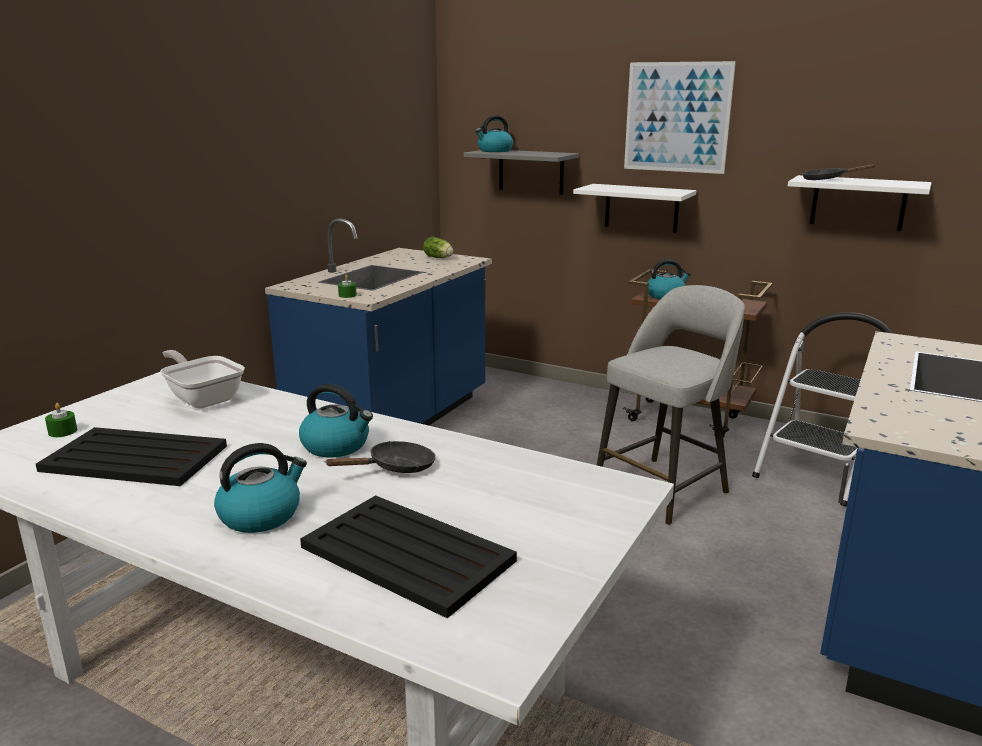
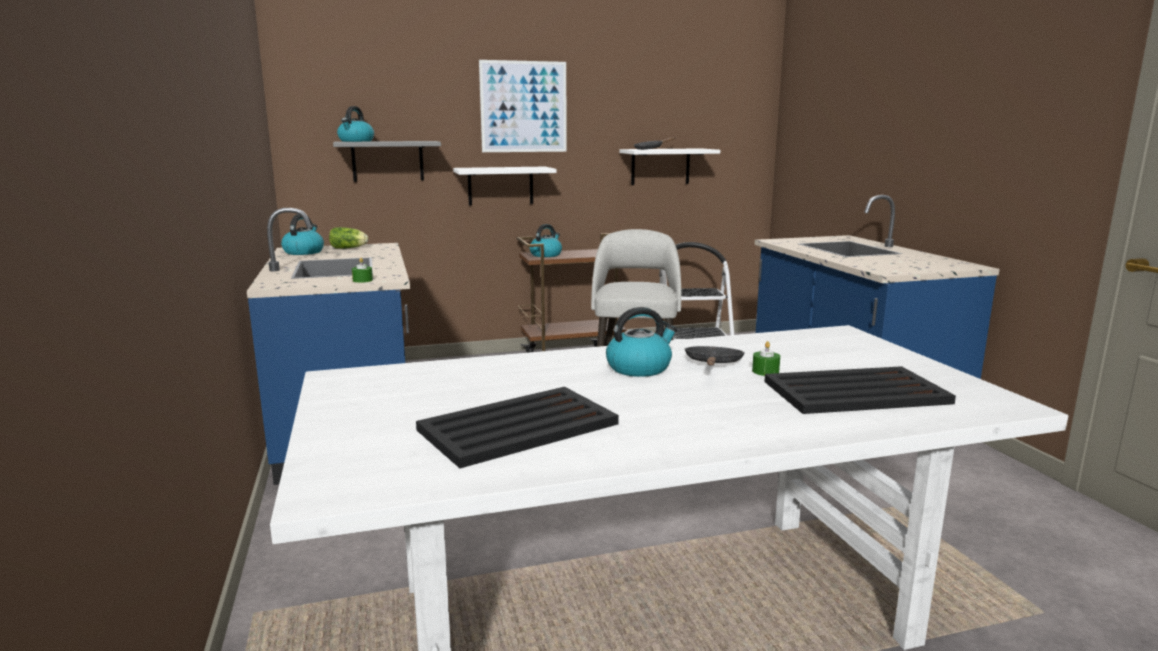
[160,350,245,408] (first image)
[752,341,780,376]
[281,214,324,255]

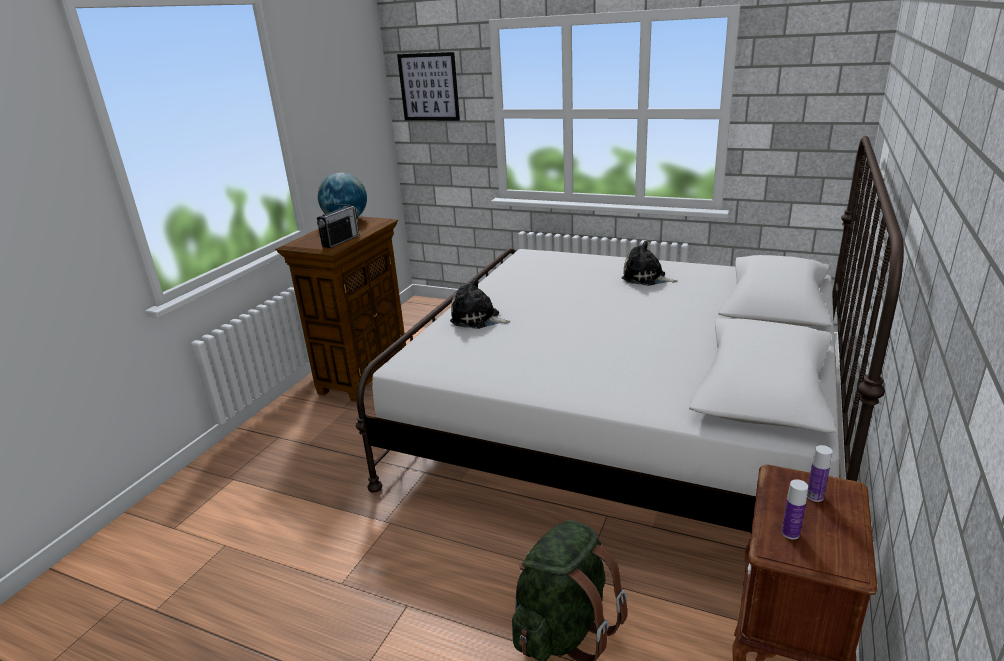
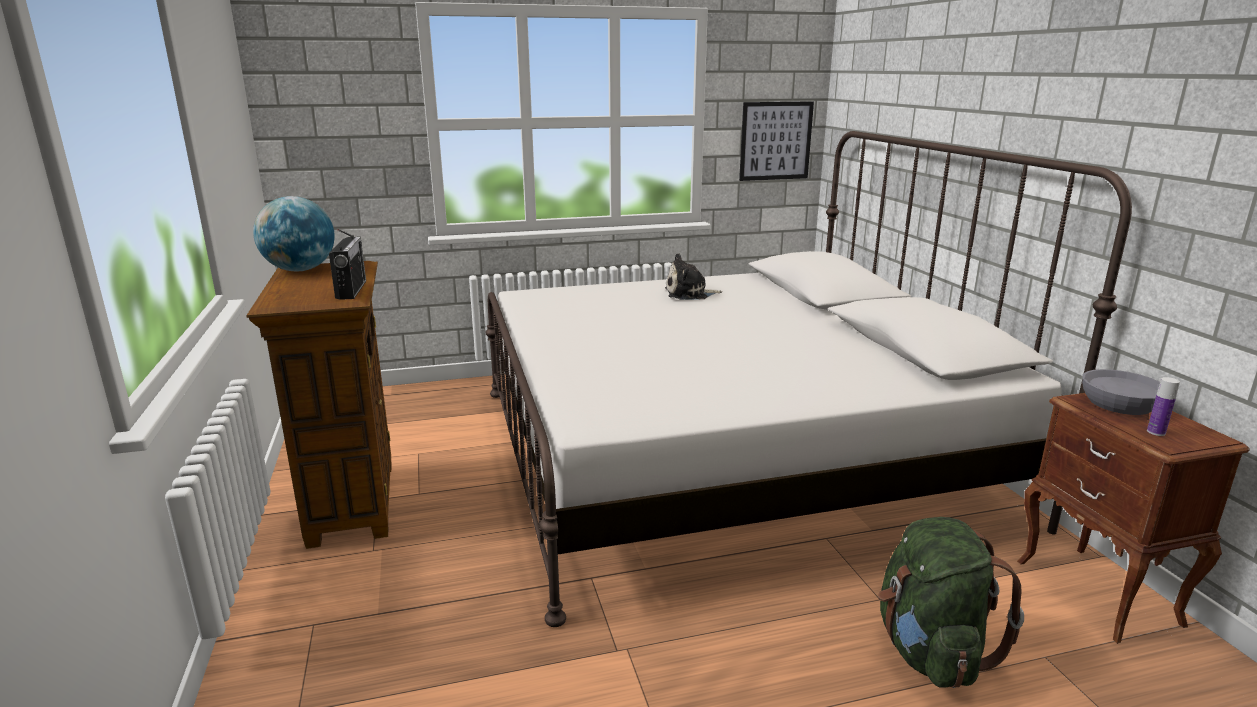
[450,277,511,329] (first image)
[739,101,814,181]
[1082,369,1160,415]

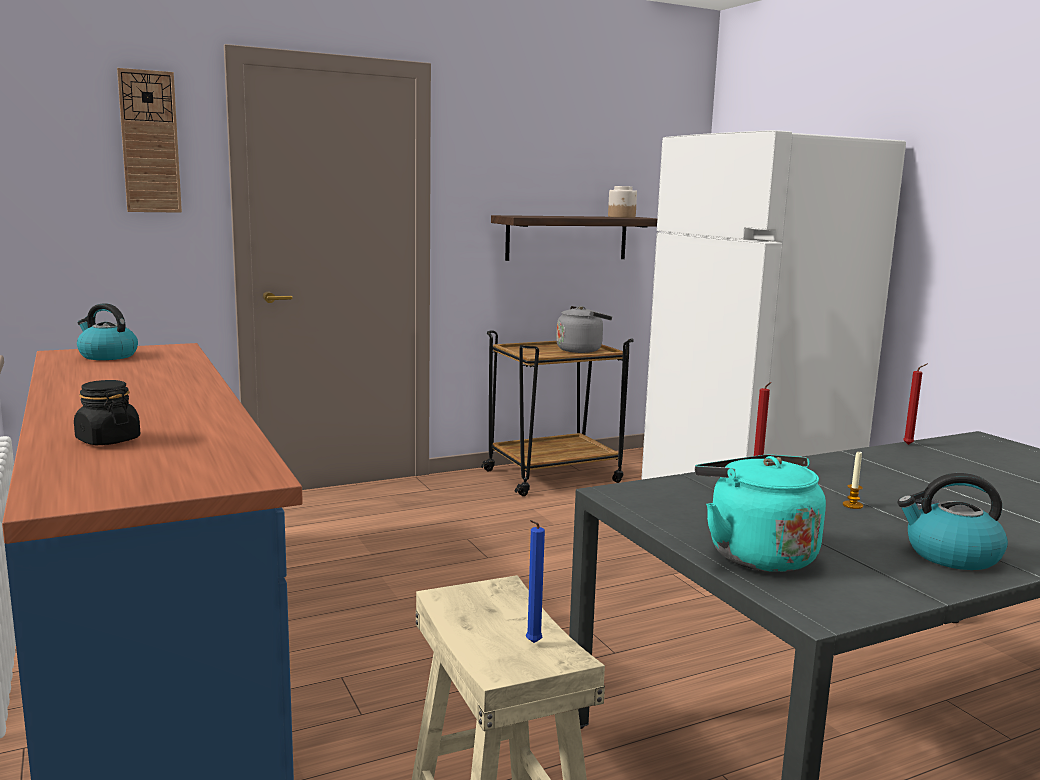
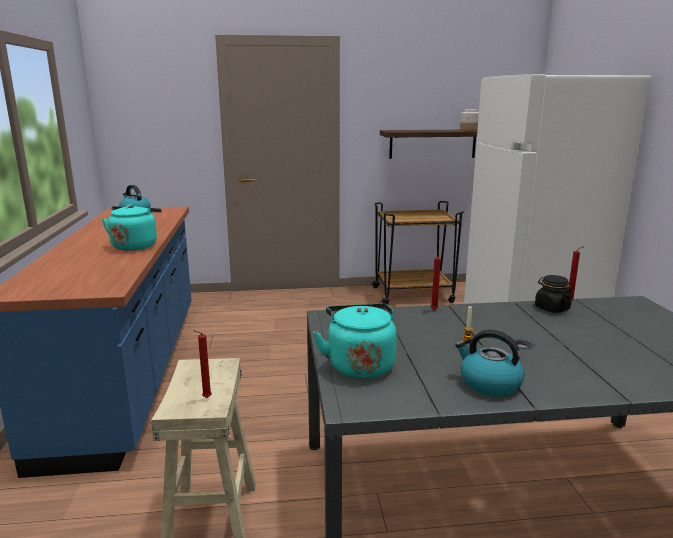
[117,68,182,213] (first image)
[556,306,612,353] (first image)
[102,204,161,251]
[535,275,572,313]
[194,330,212,398]

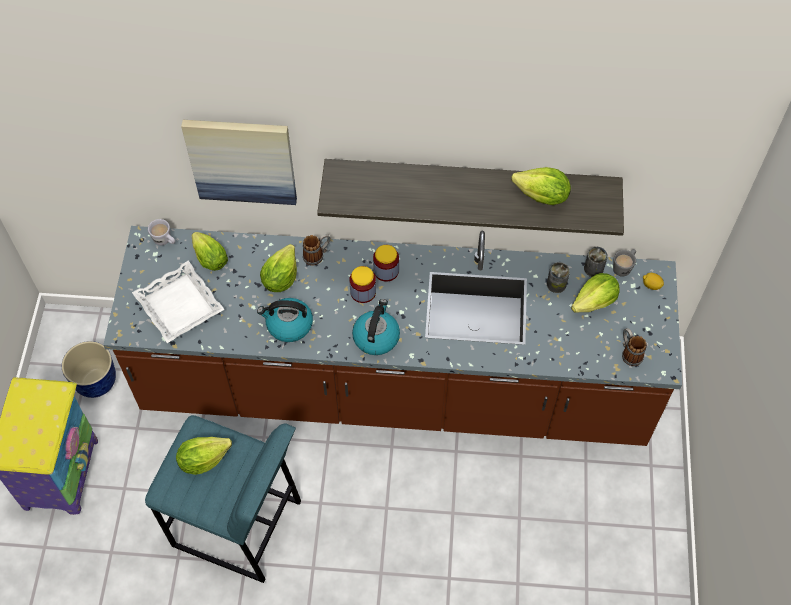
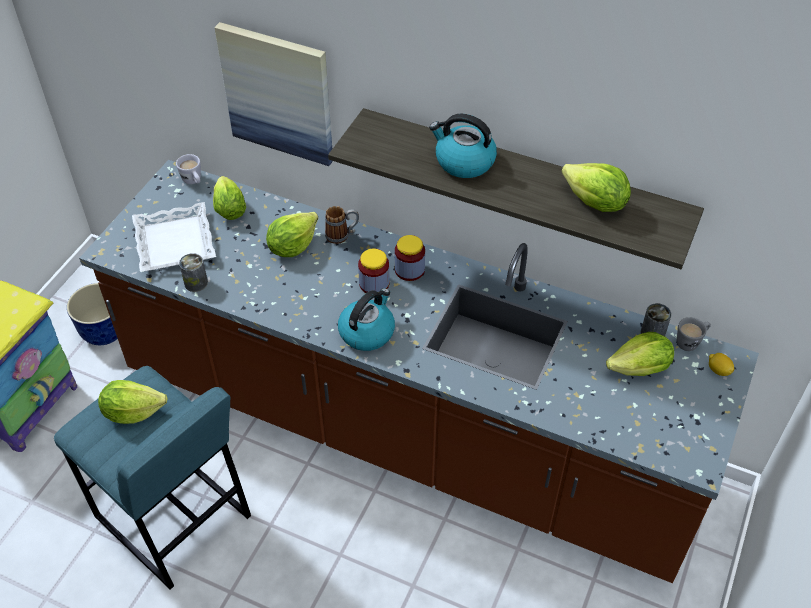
[622,328,647,366] (first image)
[429,113,497,178]
[179,253,208,292]

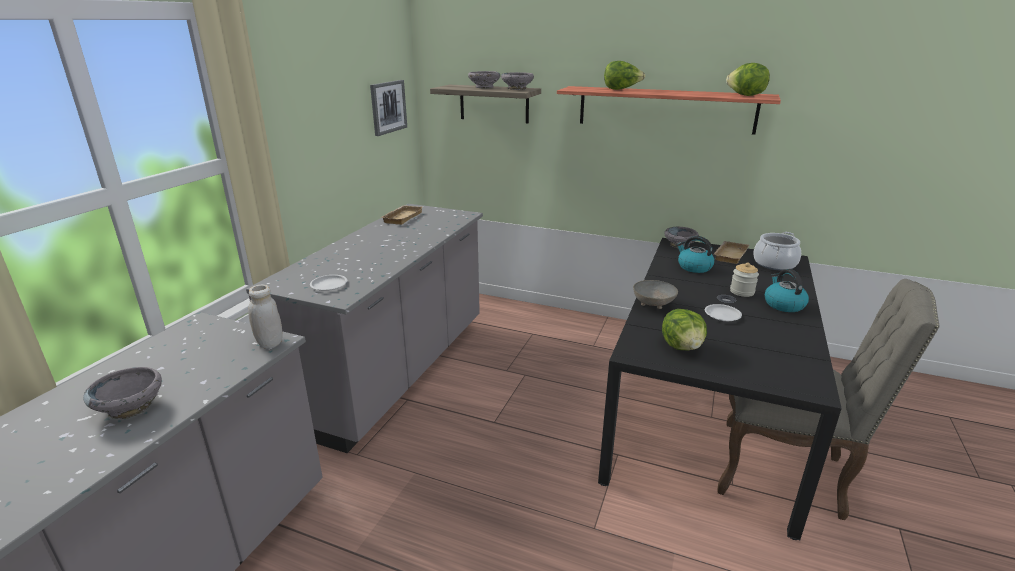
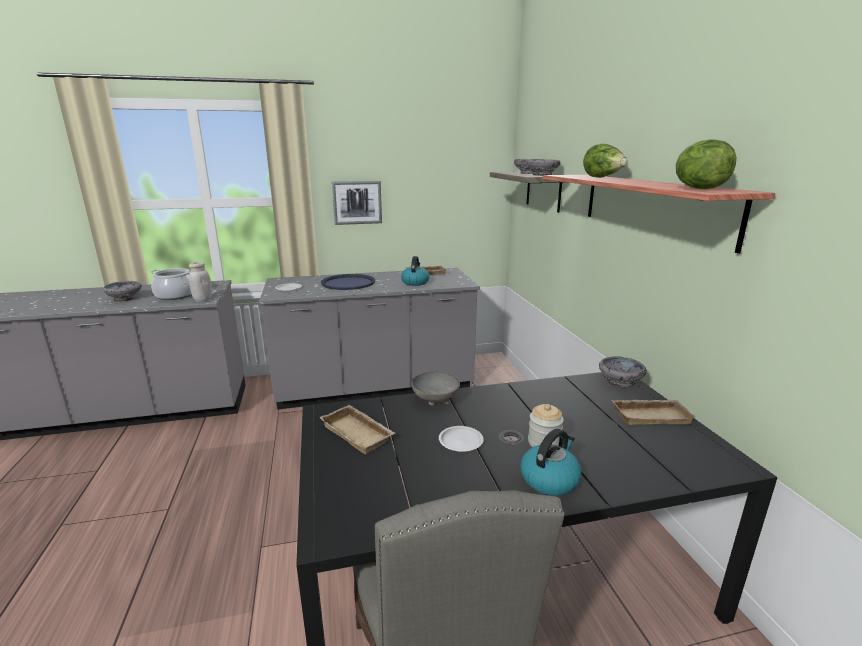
[321,274,375,290]
[332,181,382,225]
[401,256,429,286]
[150,268,192,300]
[319,405,395,455]

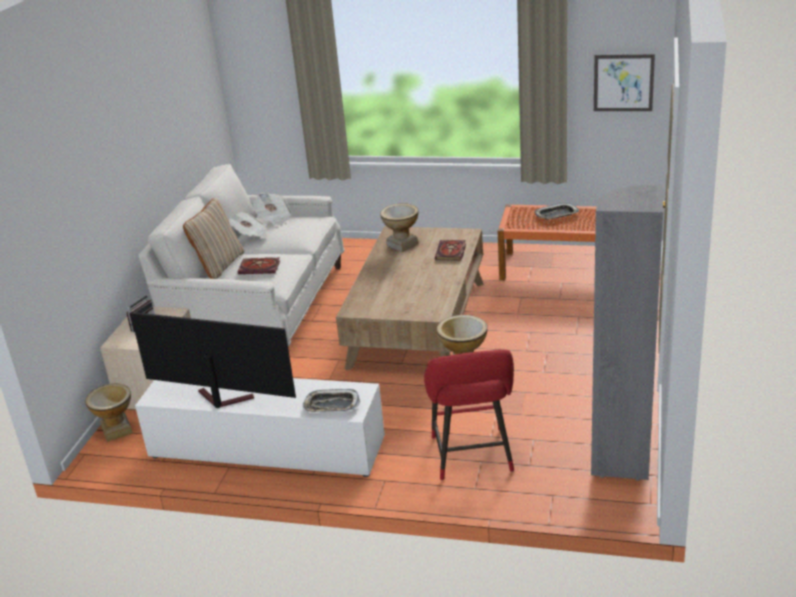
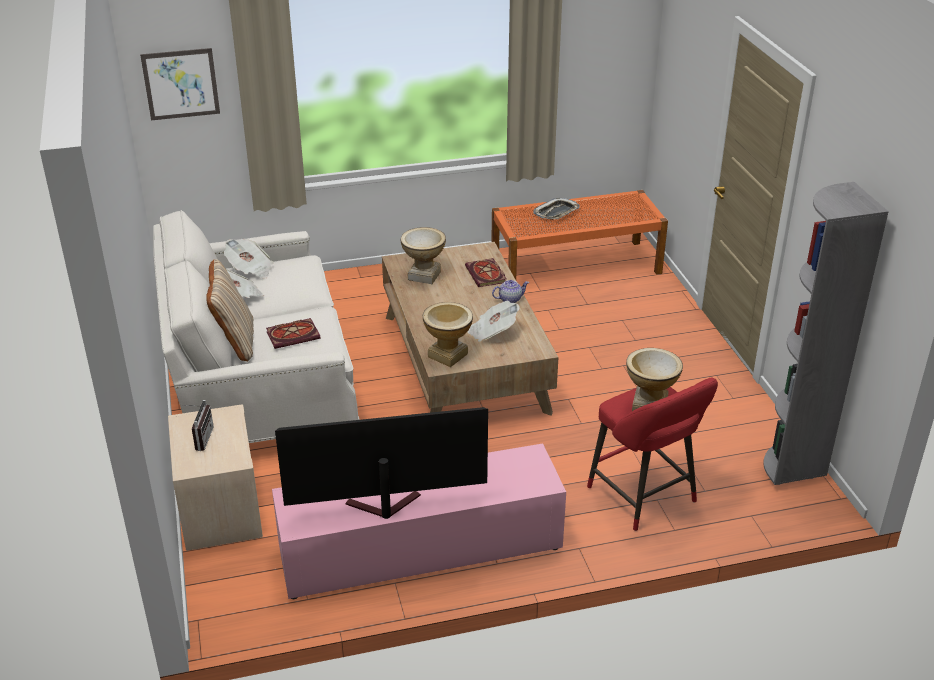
[303,389,360,412] (first image)
[467,301,520,342]
[492,280,529,303]
[423,302,473,367]
[140,48,220,120]
[272,443,566,599]

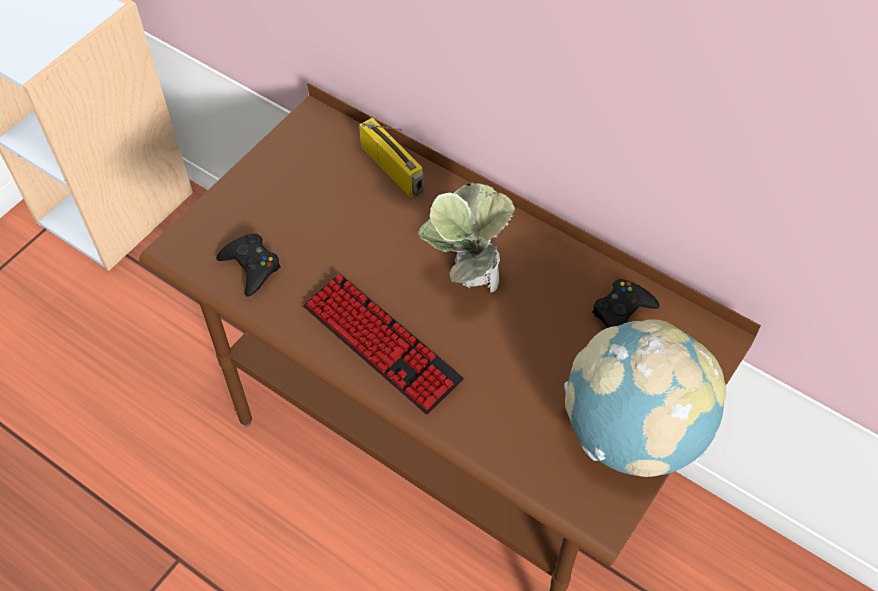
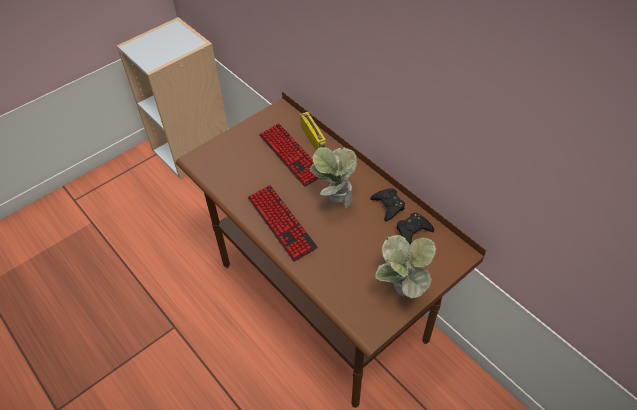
[259,123,318,187]
[370,189,405,221]
[375,235,436,298]

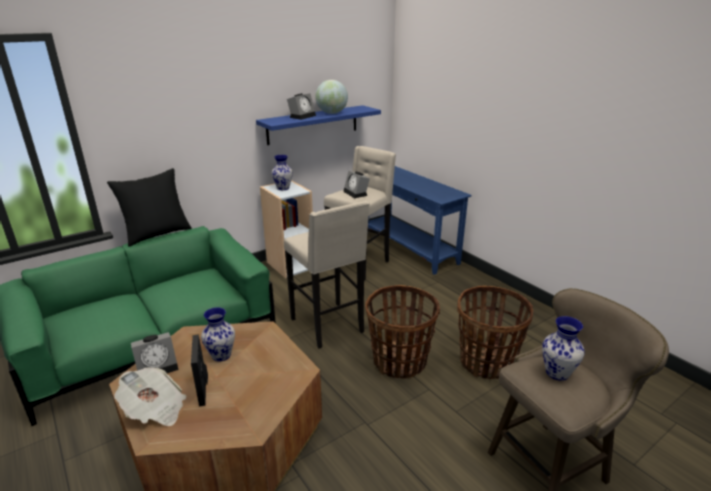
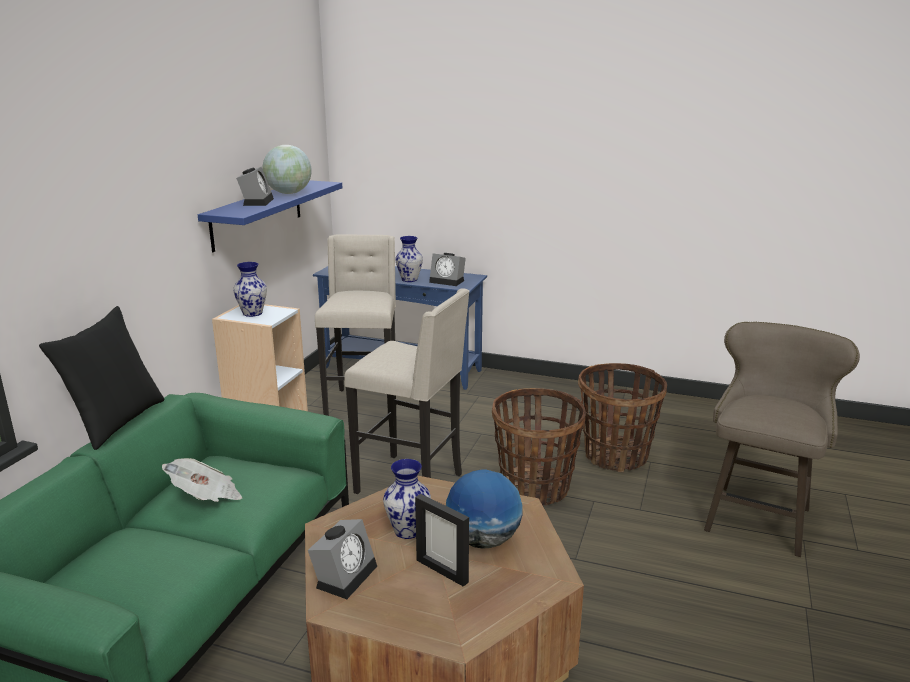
[446,469,523,549]
[162,458,242,502]
[429,253,466,286]
[395,236,423,282]

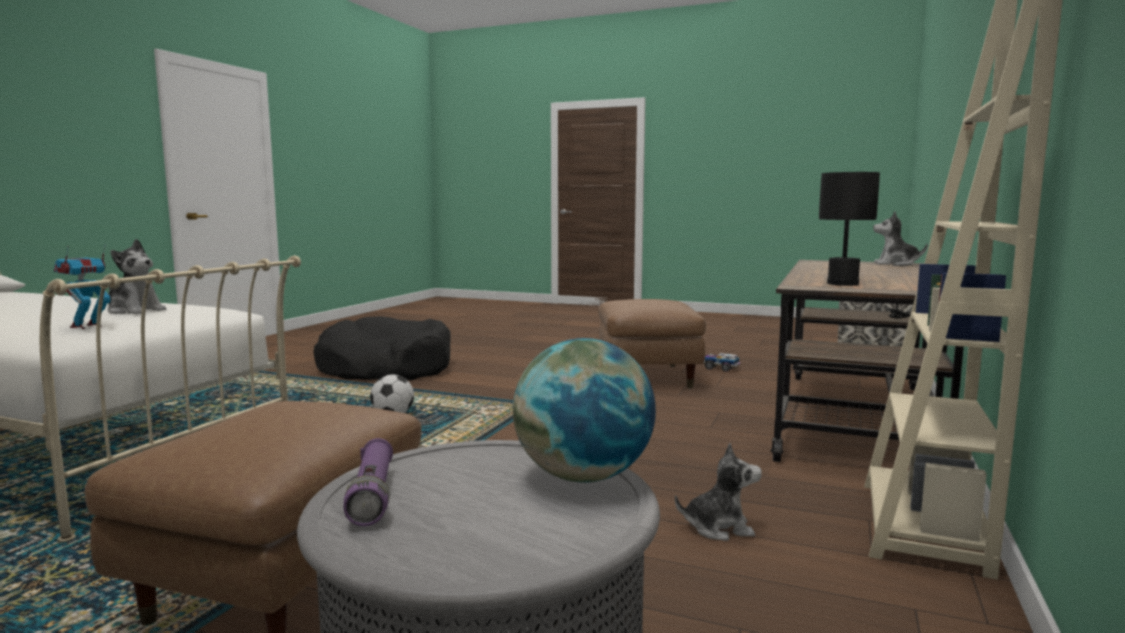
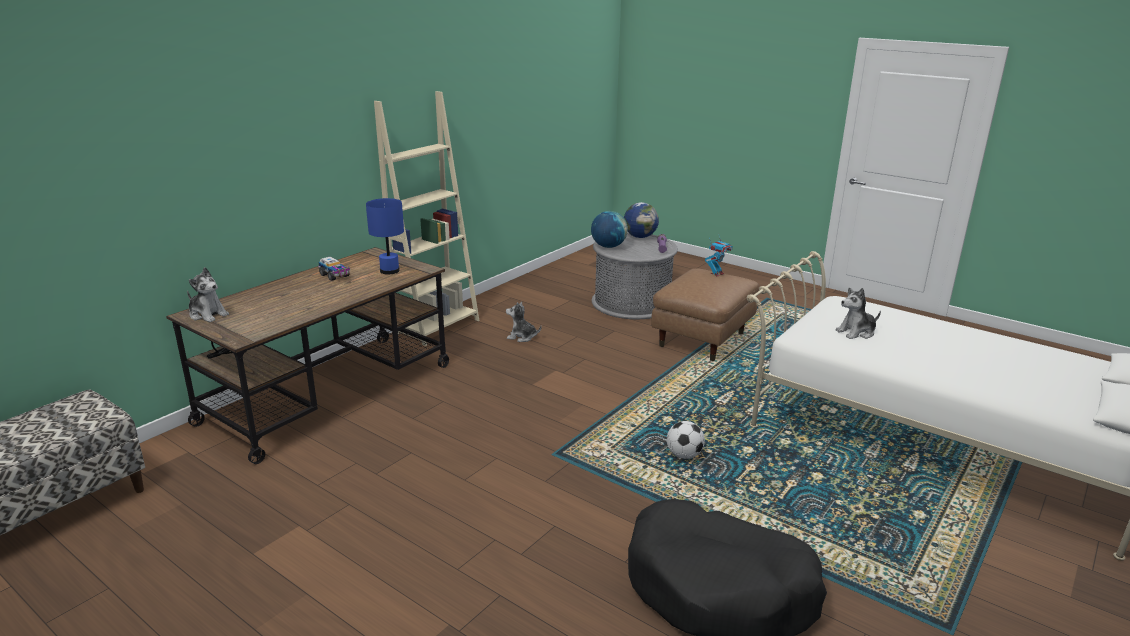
[598,299,706,389] (first image)
[624,202,659,238]
[705,233,732,277]
[318,257,350,281]
[366,198,404,274]
[836,287,881,339]

